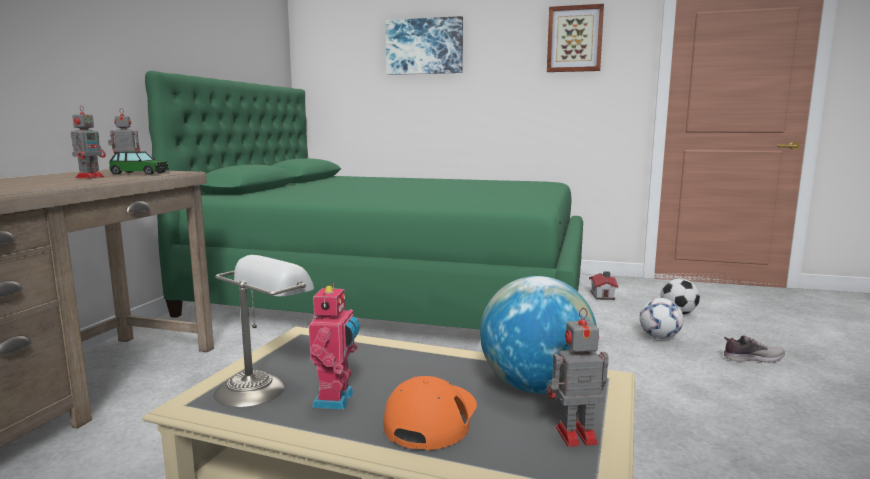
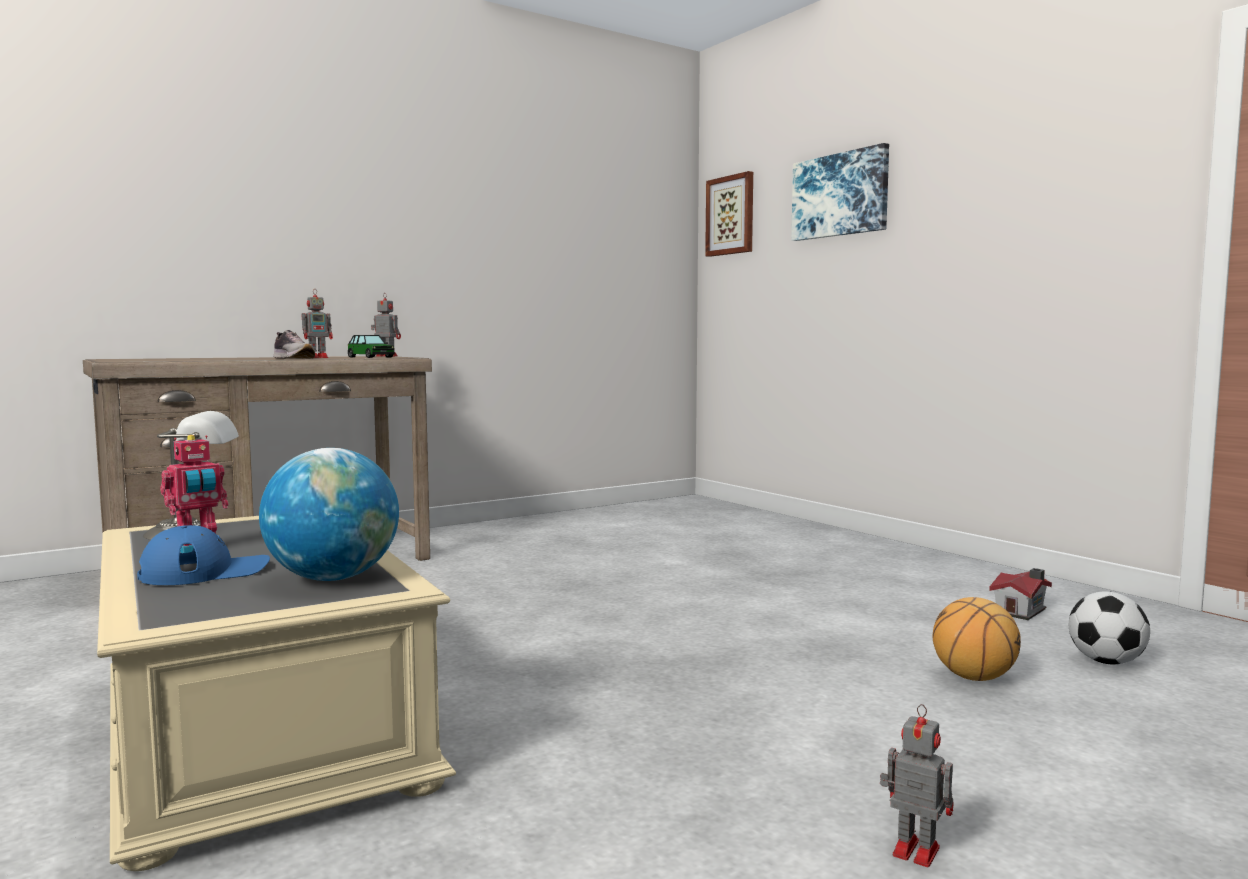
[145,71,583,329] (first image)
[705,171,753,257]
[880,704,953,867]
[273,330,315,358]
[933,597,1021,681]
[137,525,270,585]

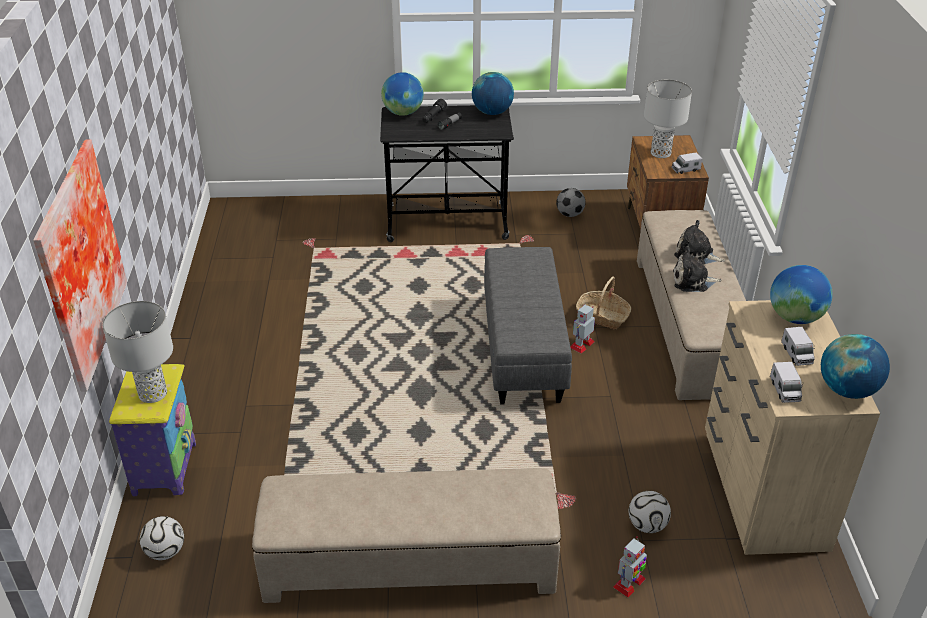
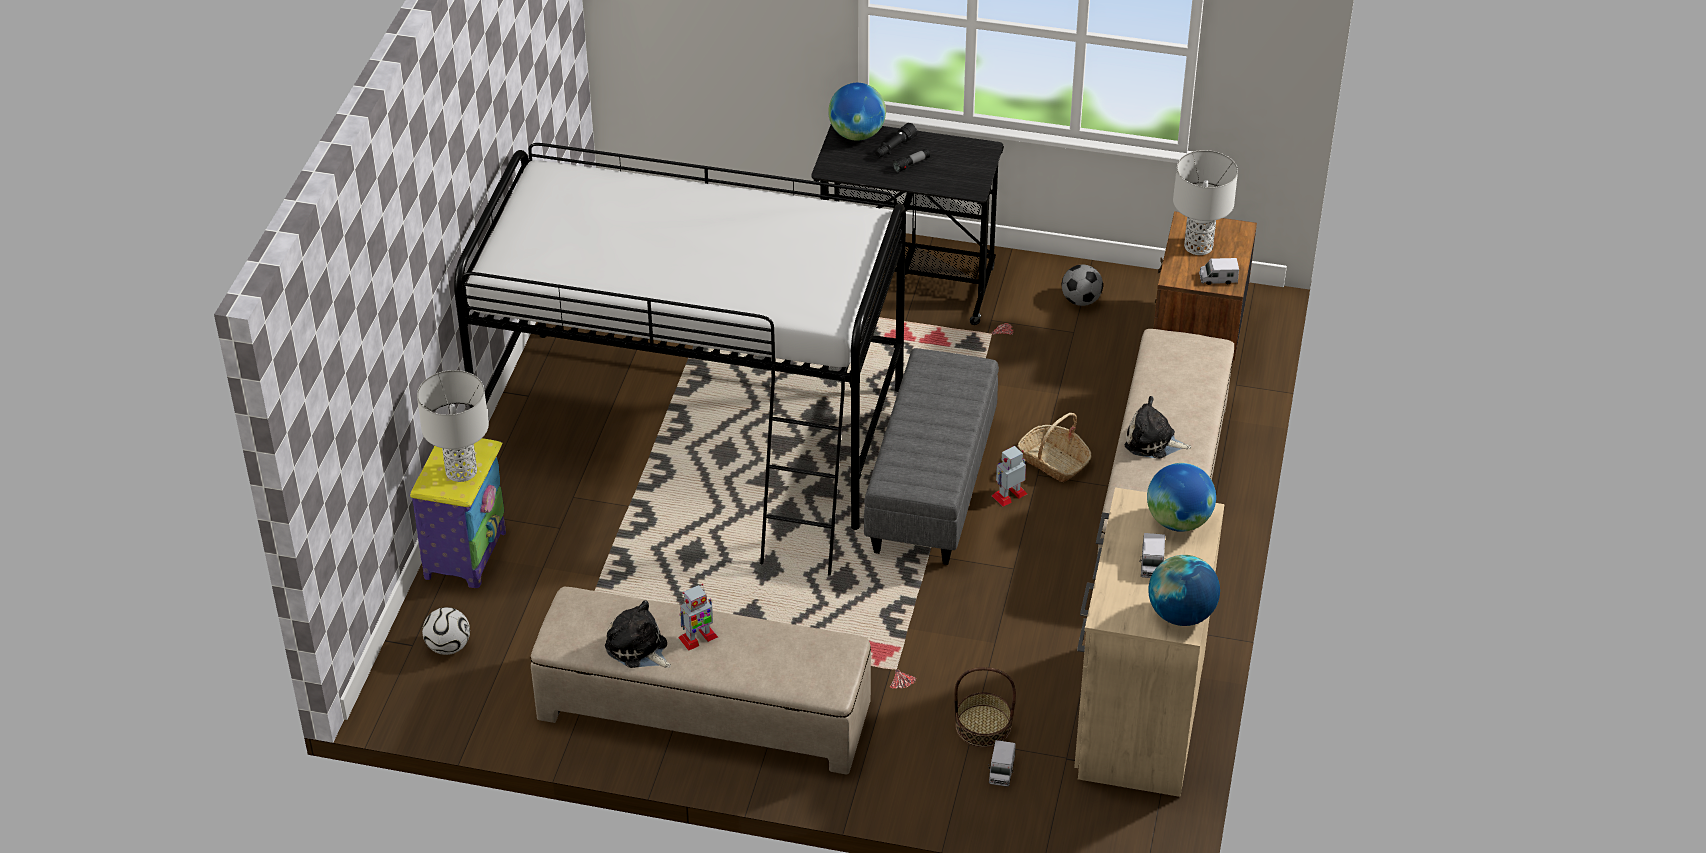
[33,139,127,392] (first image)
[472,72,514,115] (first image)
[454,143,906,576]
[678,584,718,651]
[605,600,671,668]
[988,740,1016,787]
[954,667,1016,748]

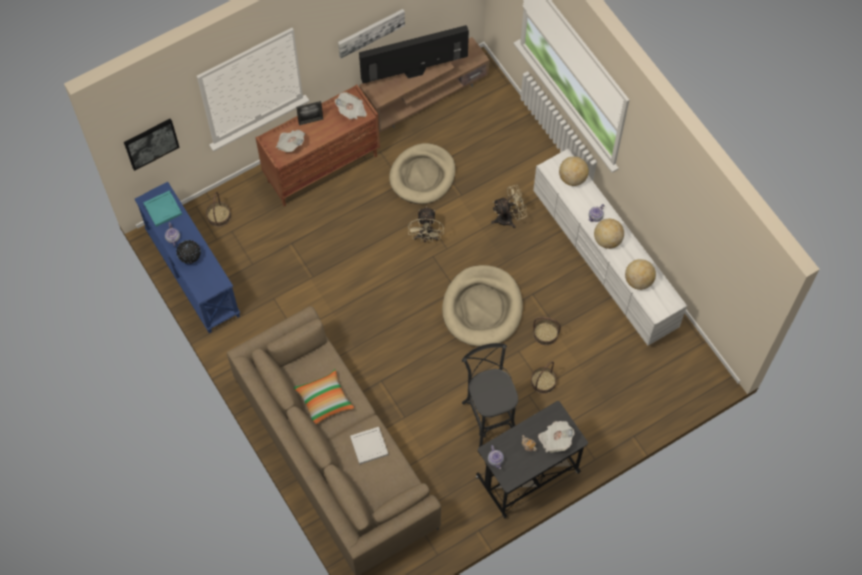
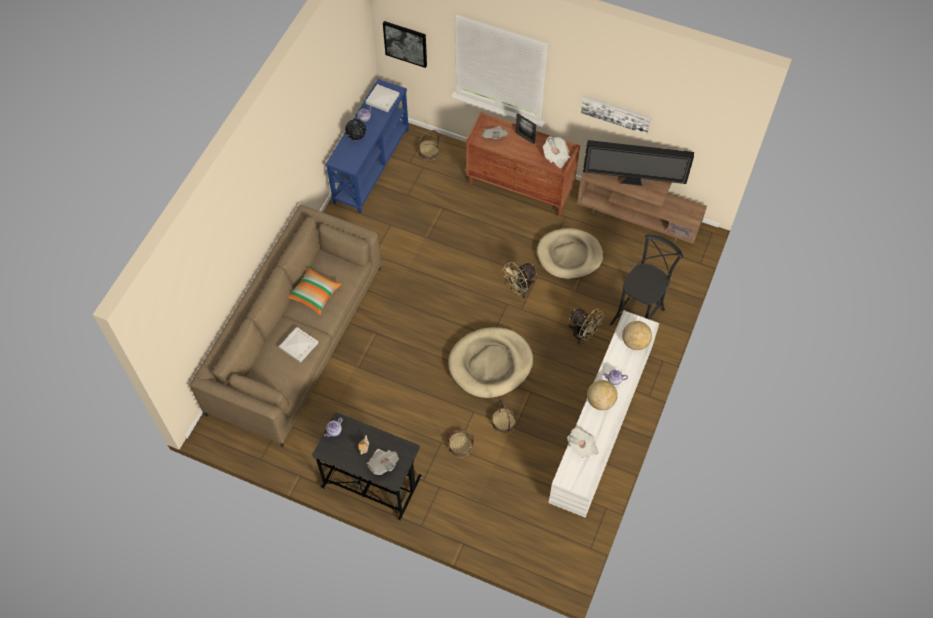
[610,234,683,326]
[567,428,599,458]
[365,84,399,112]
[583,140,694,186]

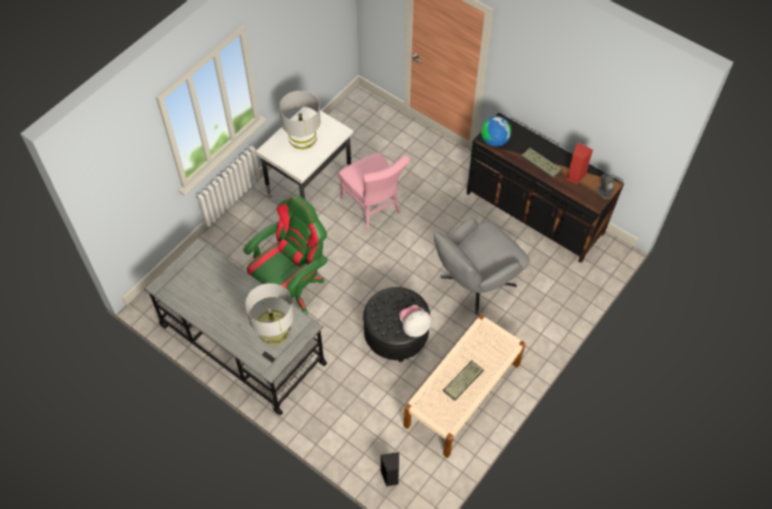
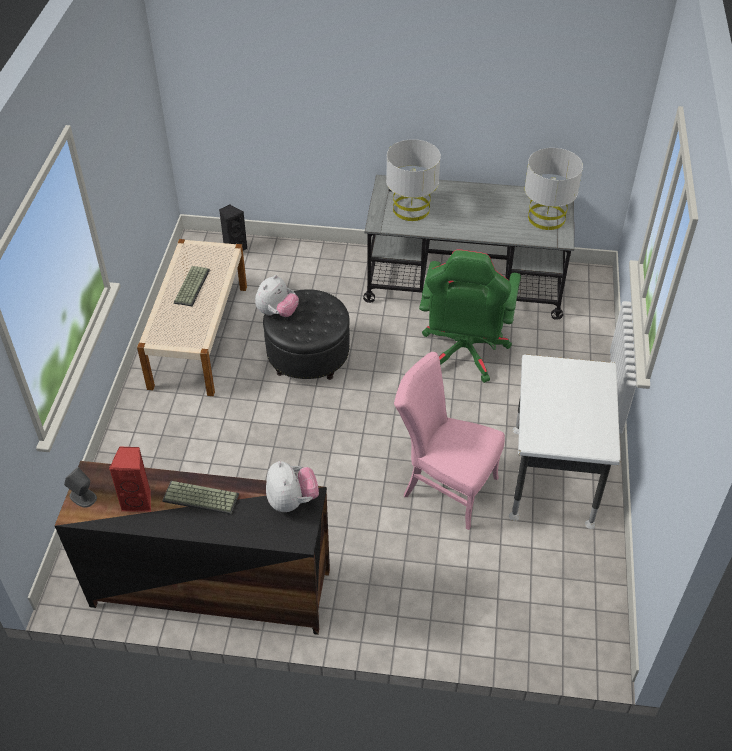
[434,218,530,315] (first image)
[525,148,583,230]
[266,461,319,512]

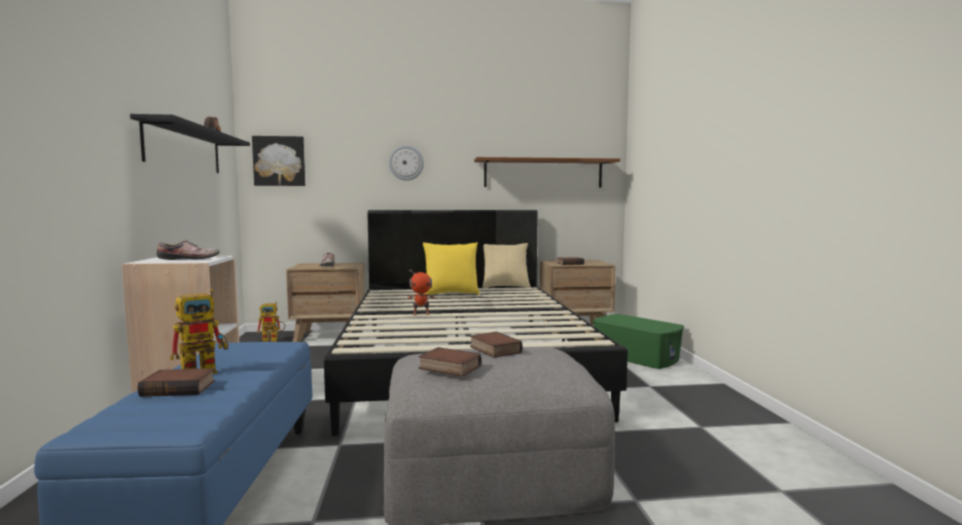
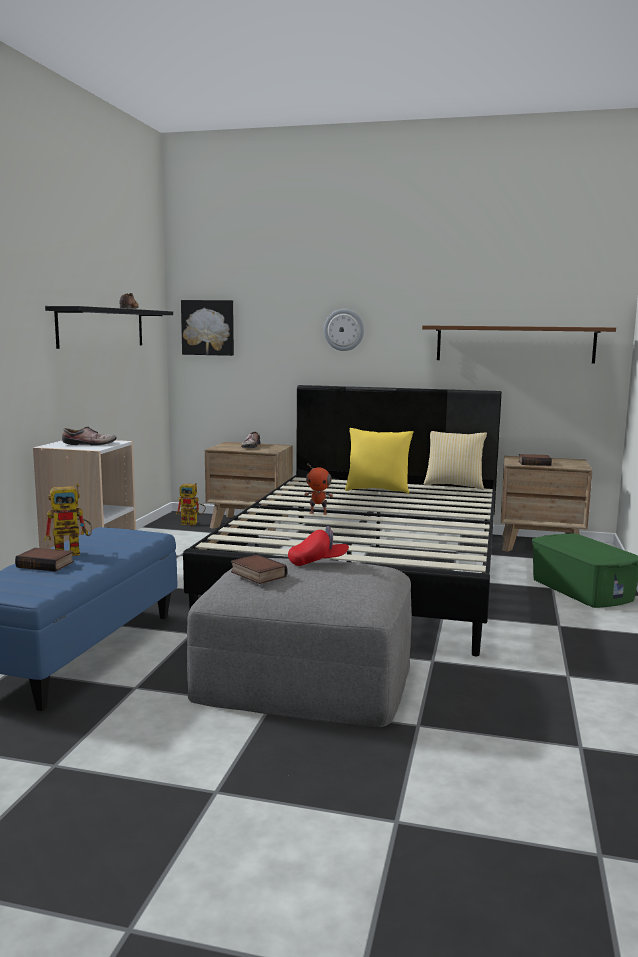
[288,526,349,566]

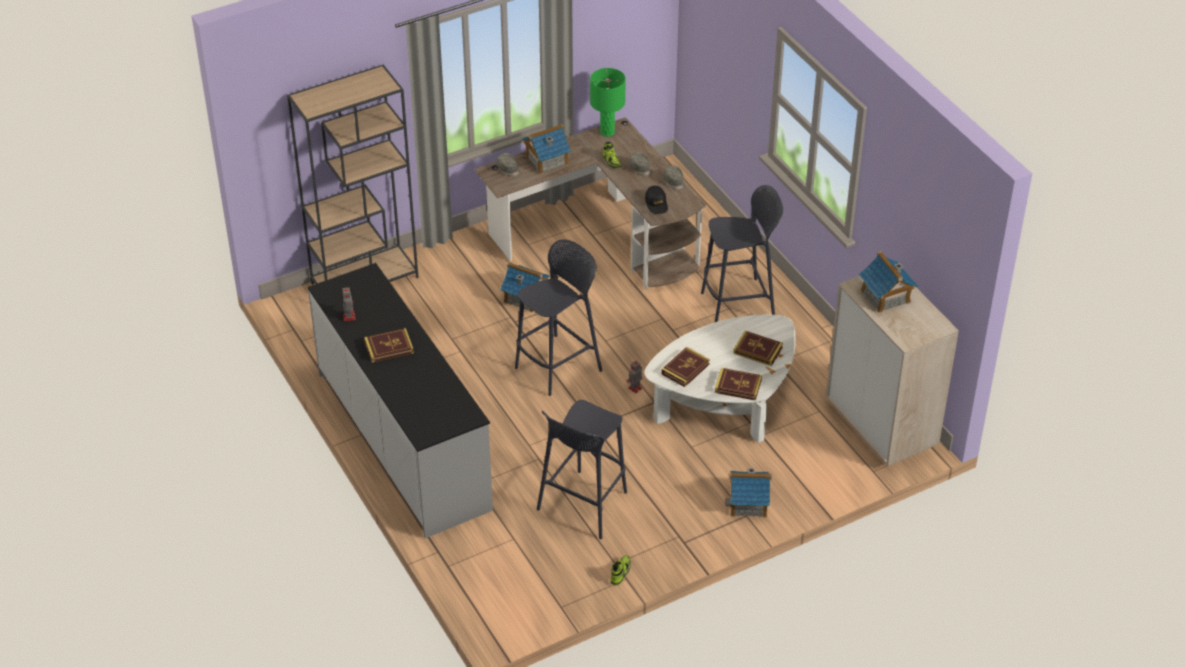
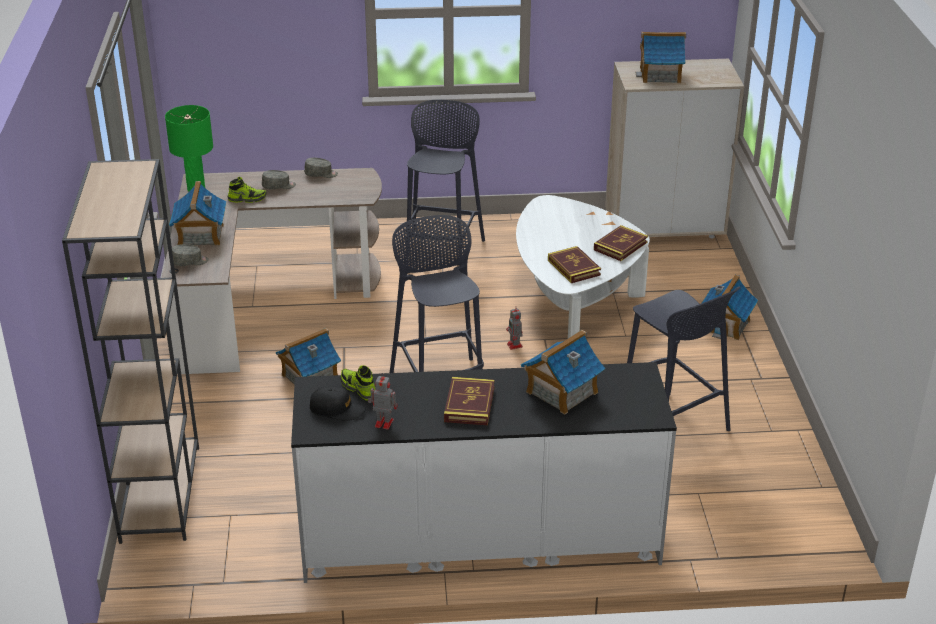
[733,331,783,366] (first image)
[521,330,606,415]
[341,365,375,400]
[310,386,366,421]

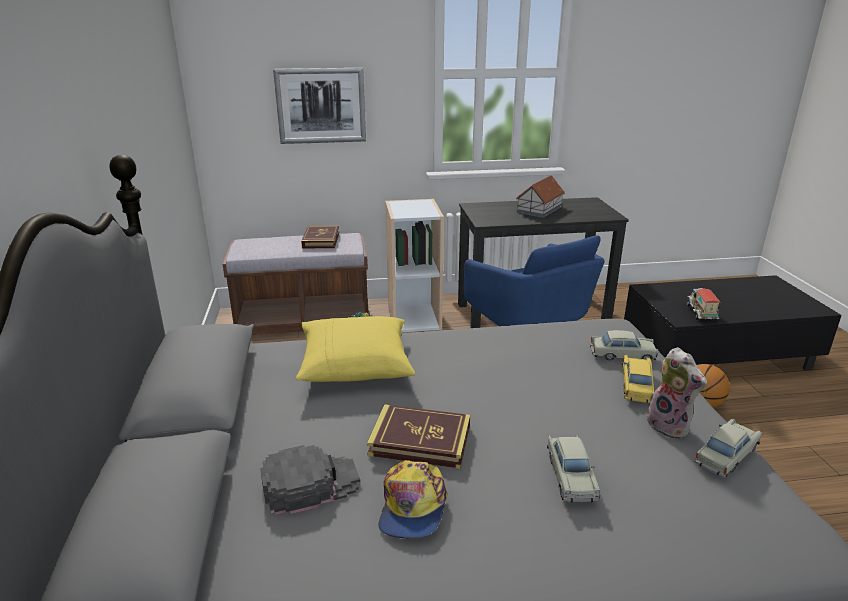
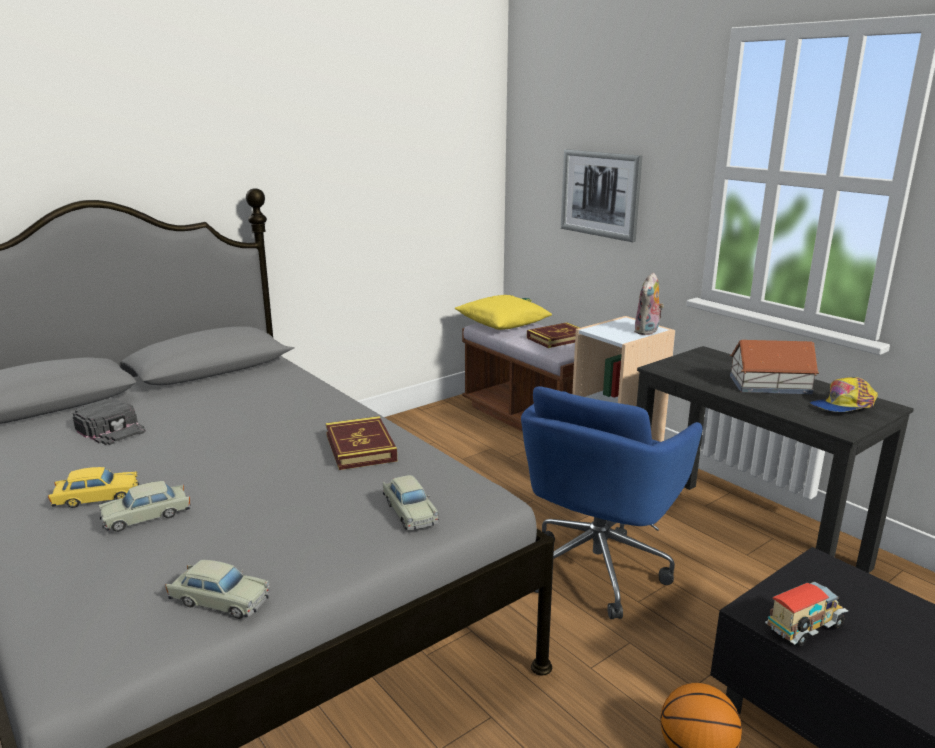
[455,295,552,330]
[326,416,397,470]
[809,377,878,412]
[48,467,139,508]
[634,272,664,335]

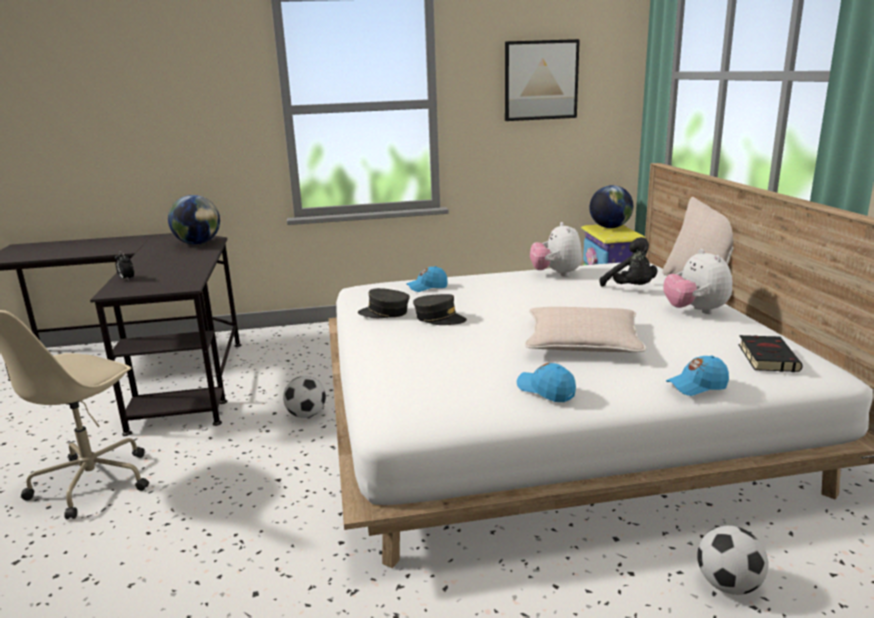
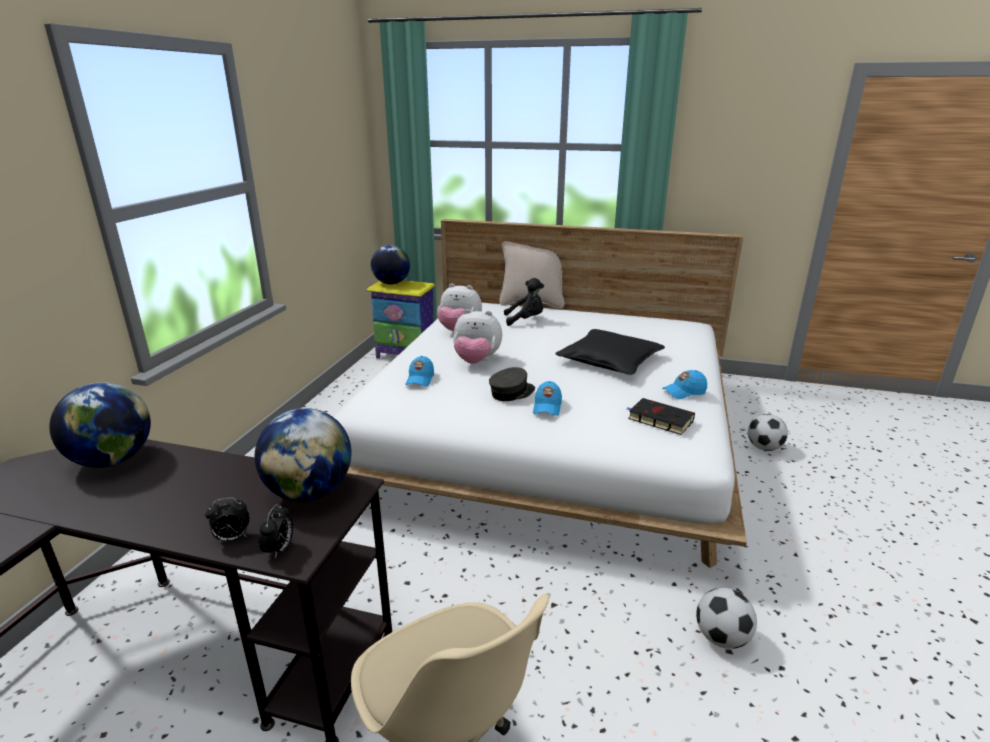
[358,288,410,318] (first image)
[505,39,580,121] (first image)
[255,408,351,501]
[259,504,293,559]
[696,588,757,649]
[453,309,502,364]
[533,381,562,416]
[627,398,695,435]
[555,329,665,375]

